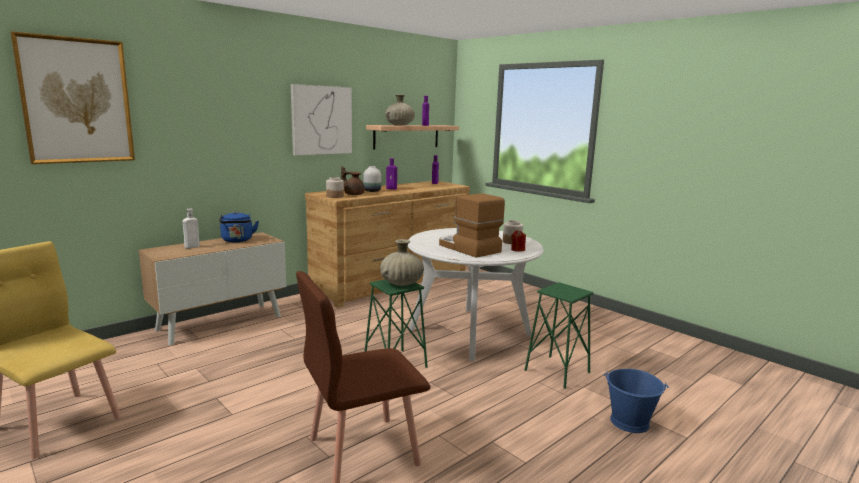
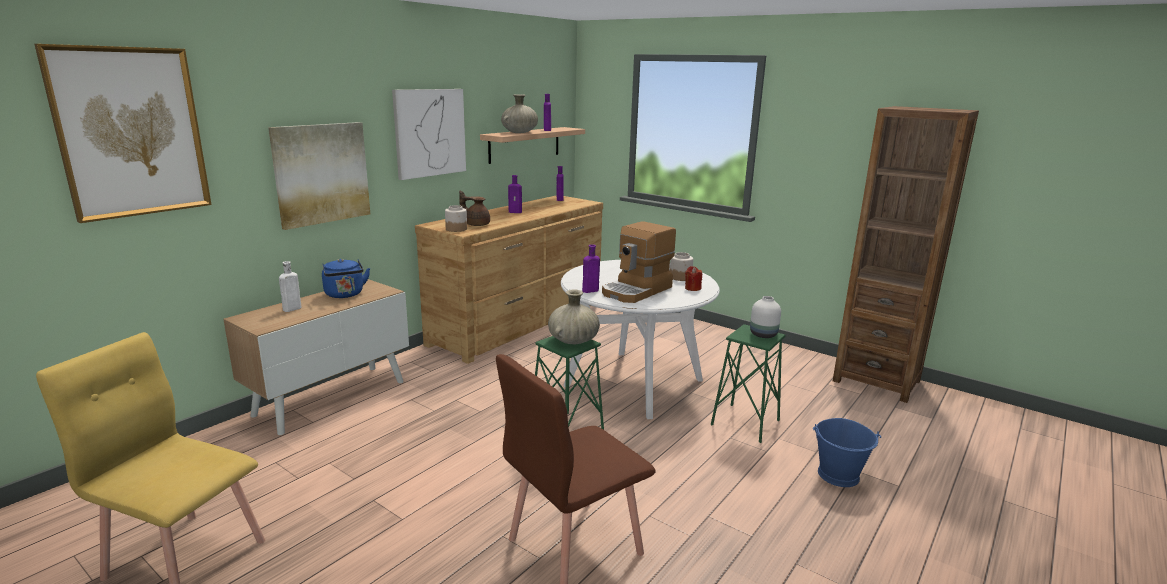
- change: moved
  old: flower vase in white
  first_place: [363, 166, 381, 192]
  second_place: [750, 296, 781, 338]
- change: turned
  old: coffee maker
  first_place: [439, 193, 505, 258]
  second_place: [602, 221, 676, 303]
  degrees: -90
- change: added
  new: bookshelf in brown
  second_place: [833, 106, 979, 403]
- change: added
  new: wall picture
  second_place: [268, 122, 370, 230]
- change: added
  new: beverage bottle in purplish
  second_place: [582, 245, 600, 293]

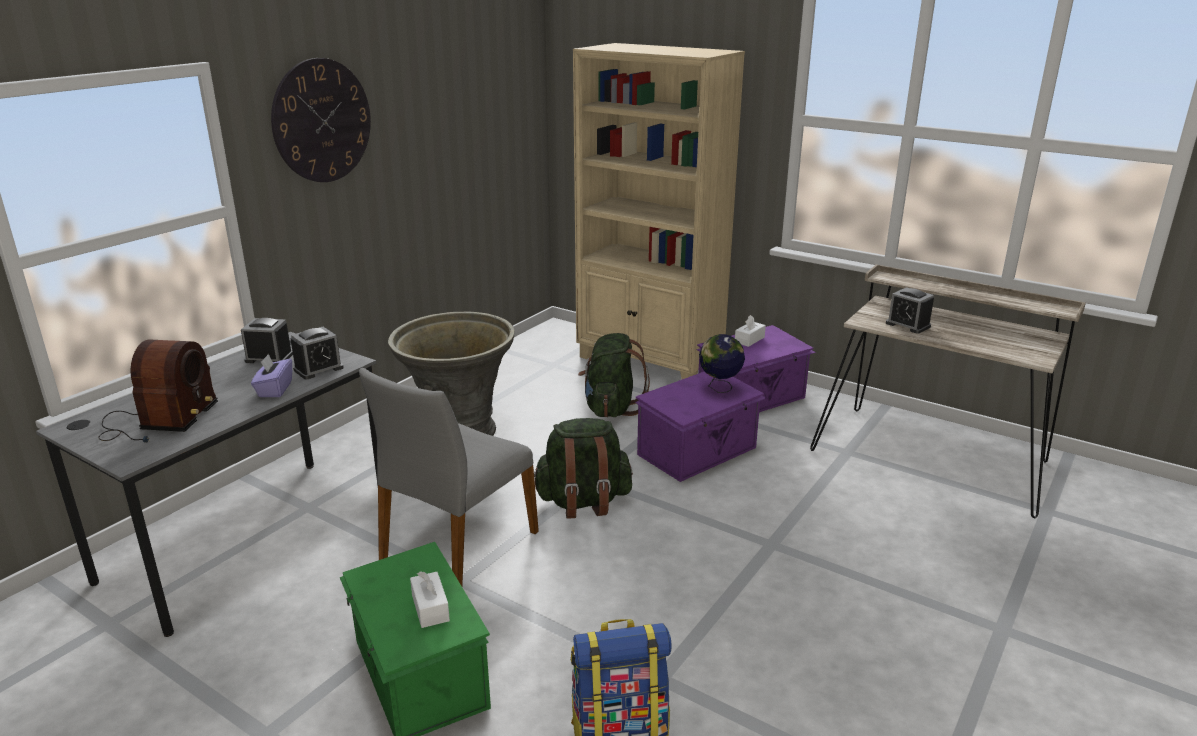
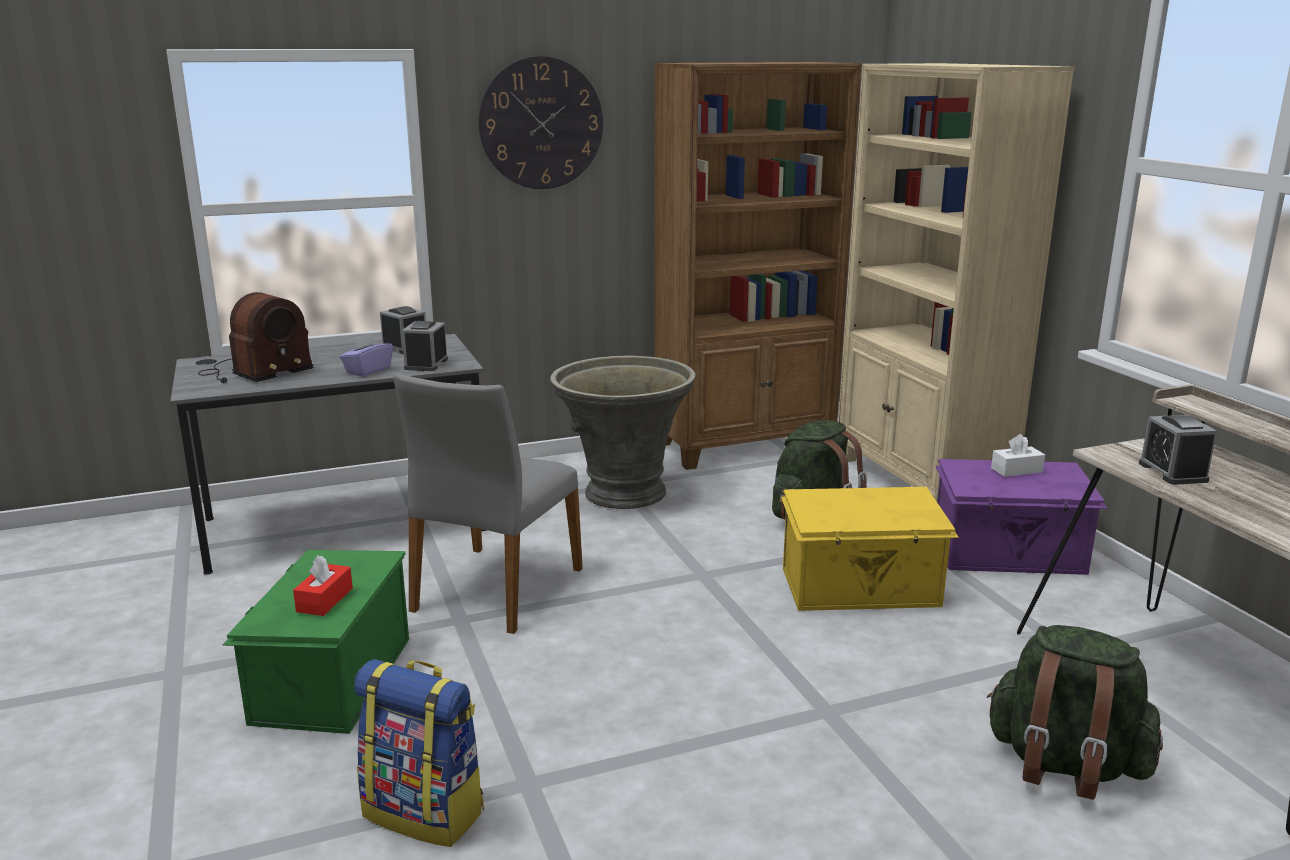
- change: turned
  old: alarm clock
  first_place: [290, 327, 344, 379]
  second_place: [402, 321, 448, 371]
  degrees: 105
- change: removed
  old: globe
  first_place: [699, 334, 745, 393]
- change: turned
  old: chair in gray
  first_place: [359, 368, 539, 586]
  second_place: [394, 372, 583, 634]
  degrees: -45
- change: recoloured
  old: storage box in purplish
  new: storage box in yellow-coloured
  first_place: [635, 371, 766, 482]
  second_place: [781, 487, 959, 611]
- change: moved
  old: backpack in greenish
  first_place: [534, 418, 633, 519]
  second_place: [987, 625, 1163, 800]
- change: recoloured
  old: tissue holder in white
  new: tissue holder in reddish
  first_place: [410, 571, 450, 628]
  second_place: [293, 555, 353, 616]
- change: added
  new: bookshelf in brown
  second_place: [654, 62, 862, 470]

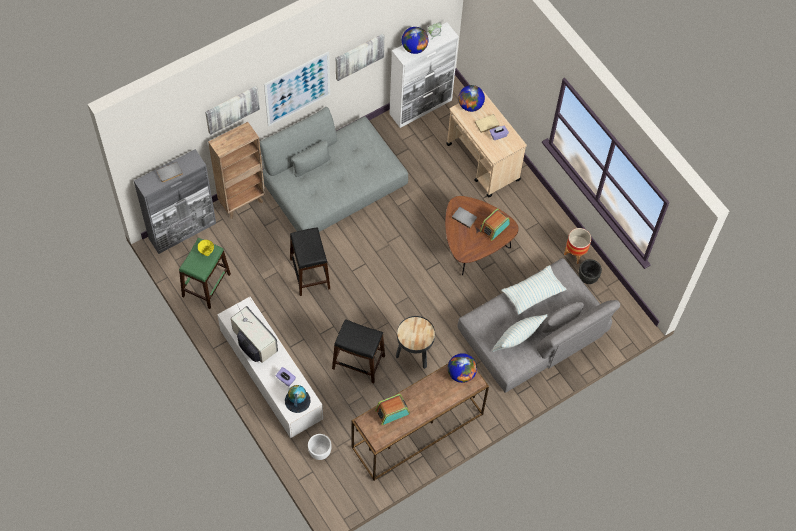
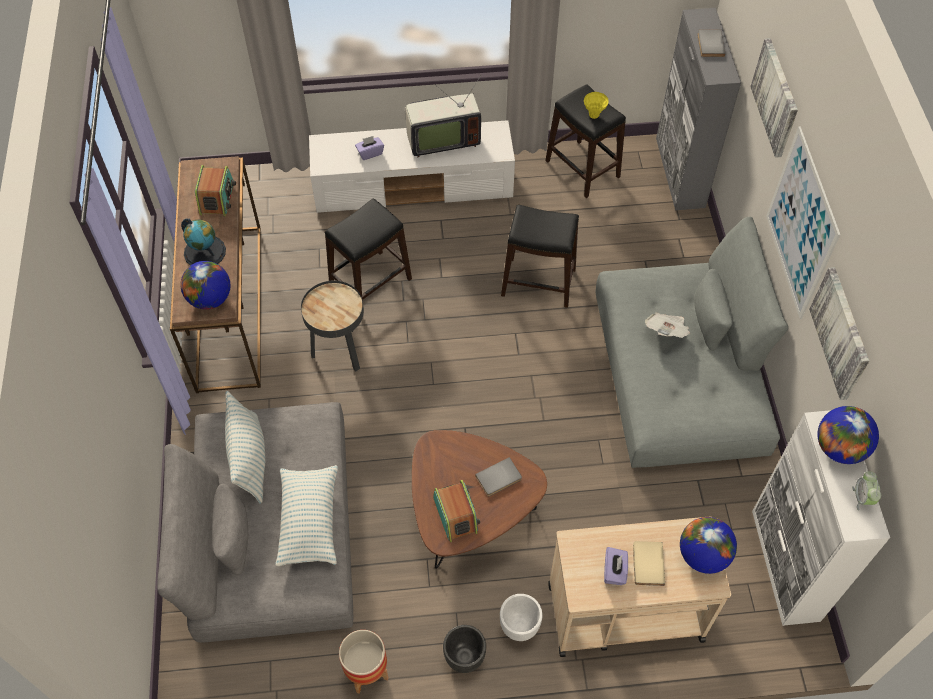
- change: removed
  old: bookshelf in brown
  first_place: [208, 122, 265, 219]
- change: recoloured
  old: sitting stool in greenish
  new: sitting stool in blackish
  first_place: [179, 238, 231, 309]
  second_place: [545, 84, 626, 198]
- change: moved
  old: plant pot in blackish
  first_place: [579, 259, 602, 284]
  second_place: [443, 625, 486, 673]
- change: moved
  old: globe
  first_place: [285, 385, 311, 413]
  second_place: [181, 218, 226, 265]
- change: moved
  old: plant pot in white
  first_place: [308, 434, 332, 460]
  second_place: [500, 594, 542, 641]
- change: added
  new: daily paper
  second_place: [645, 312, 690, 338]

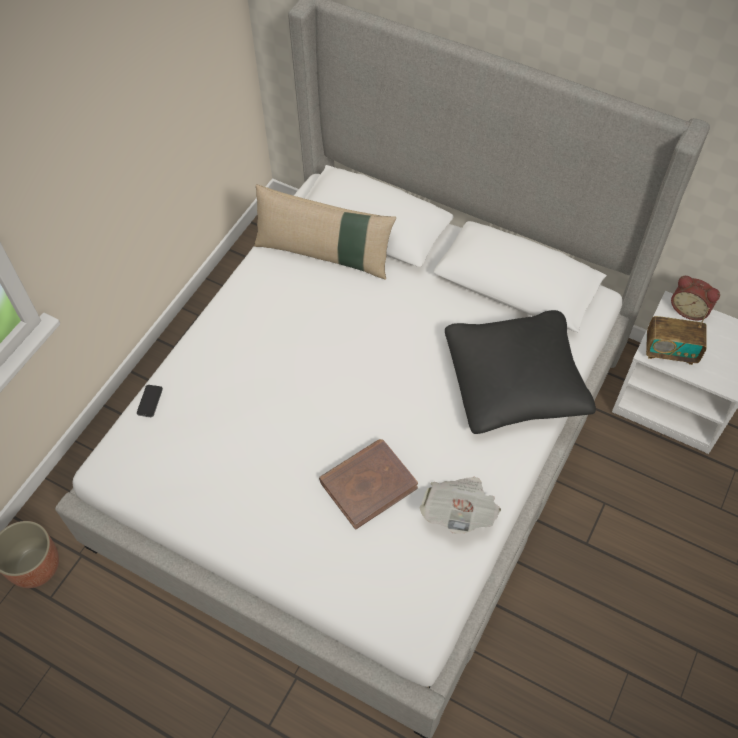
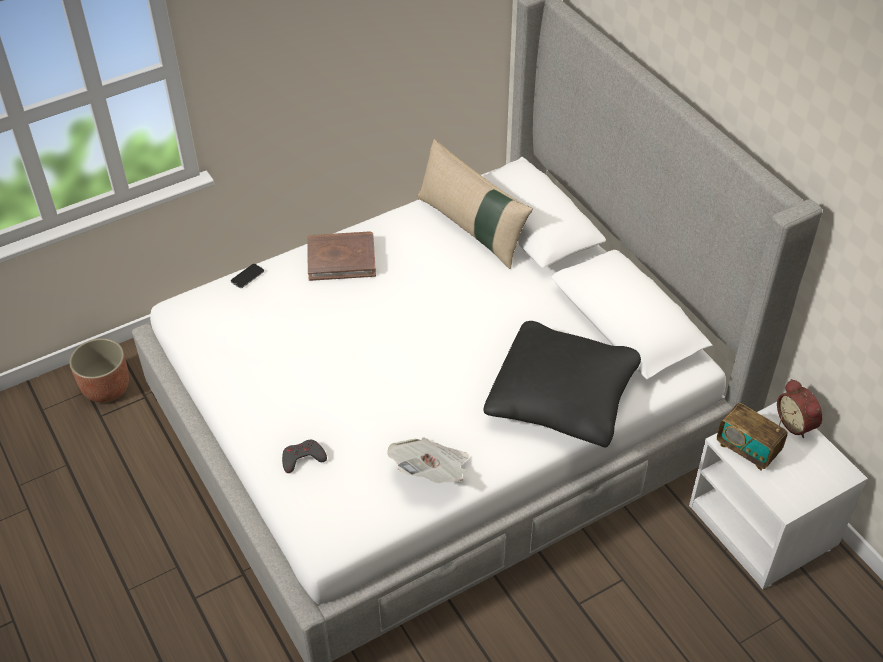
- change: moved
  old: book in brown
  first_place: [319, 439, 418, 529]
  second_place: [307, 231, 376, 281]
- change: added
  new: joypad in gray
  second_place: [282, 440, 327, 473]

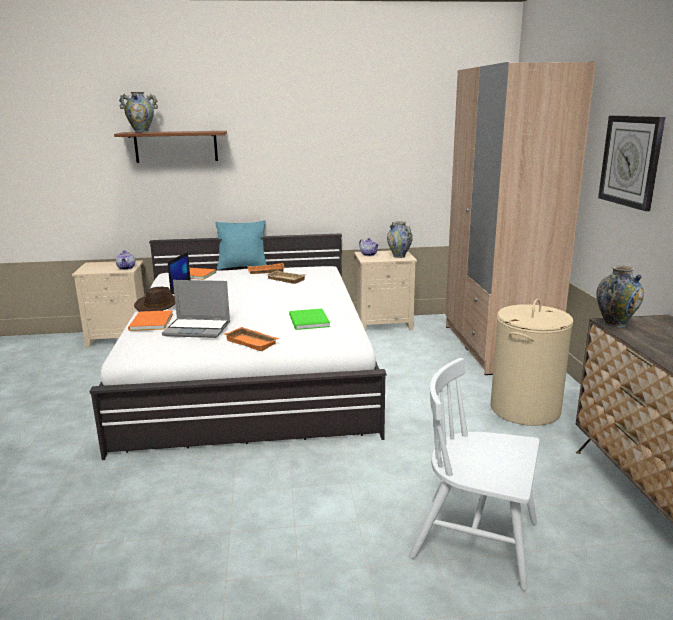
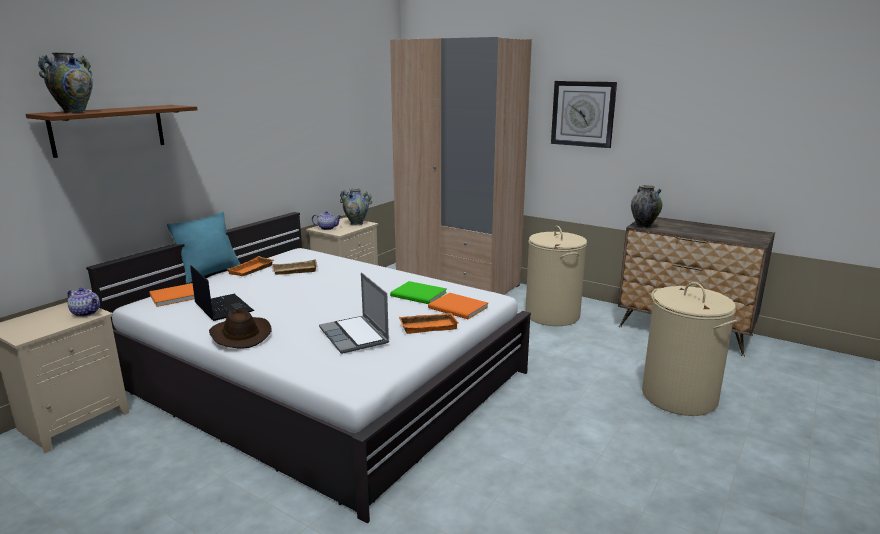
- change: turned
  old: portable computer
  first_place: [162, 280, 230, 338]
  second_place: [319, 273, 389, 354]
  degrees: 105
- change: moved
  old: book in orange
  first_place: [128, 310, 173, 331]
  second_place: [428, 293, 488, 319]
- change: replaced
  old: chair in white
  new: washing basket in sand-coloured
  first_place: [410, 358, 540, 590]
  second_place: [642, 282, 737, 416]

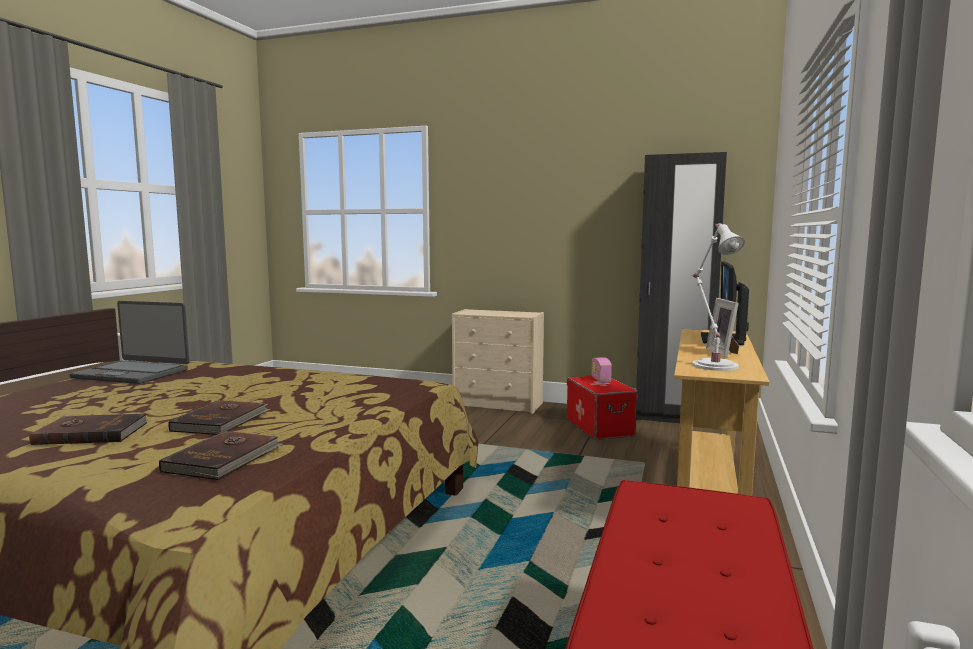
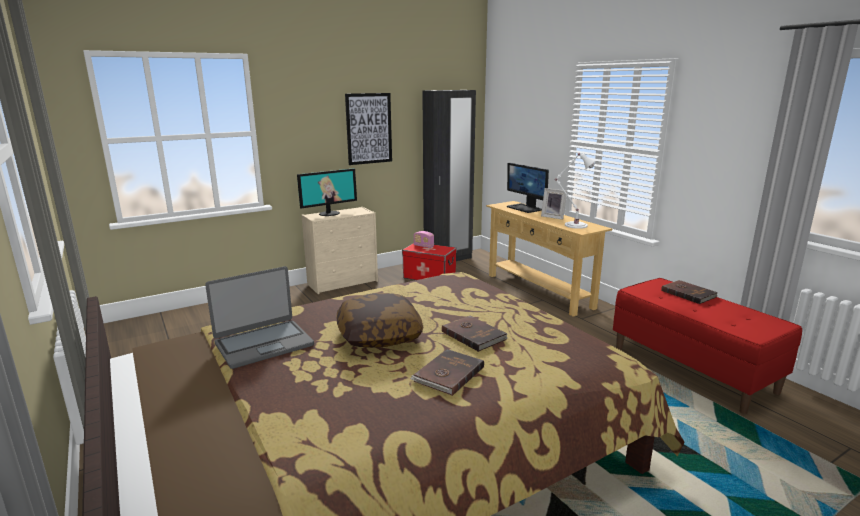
- change: moved
  old: book in brown
  first_place: [159, 431, 283, 480]
  second_place: [661, 280, 718, 304]
- change: added
  new: wall picture
  second_place: [345, 93, 392, 165]
- change: added
  new: monitor
  second_place: [297, 168, 357, 216]
- change: added
  new: cushion
  second_place: [336, 293, 423, 348]

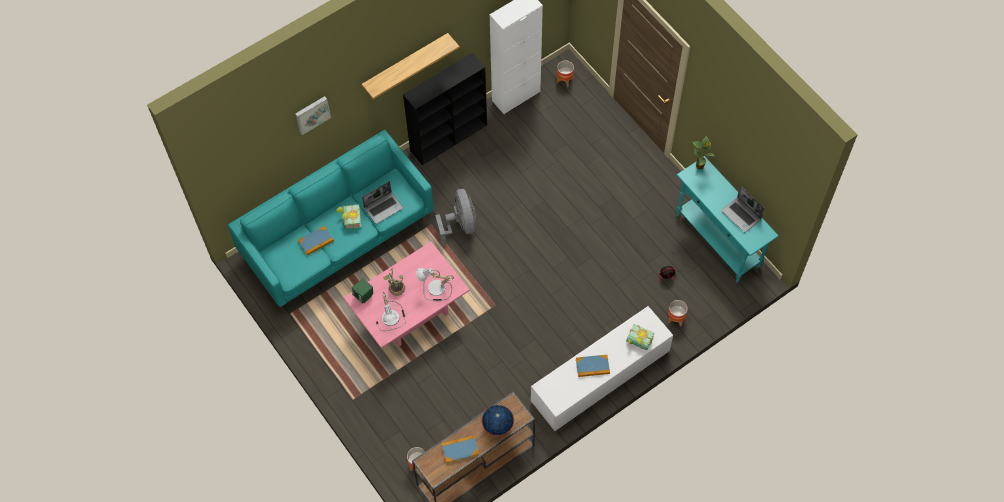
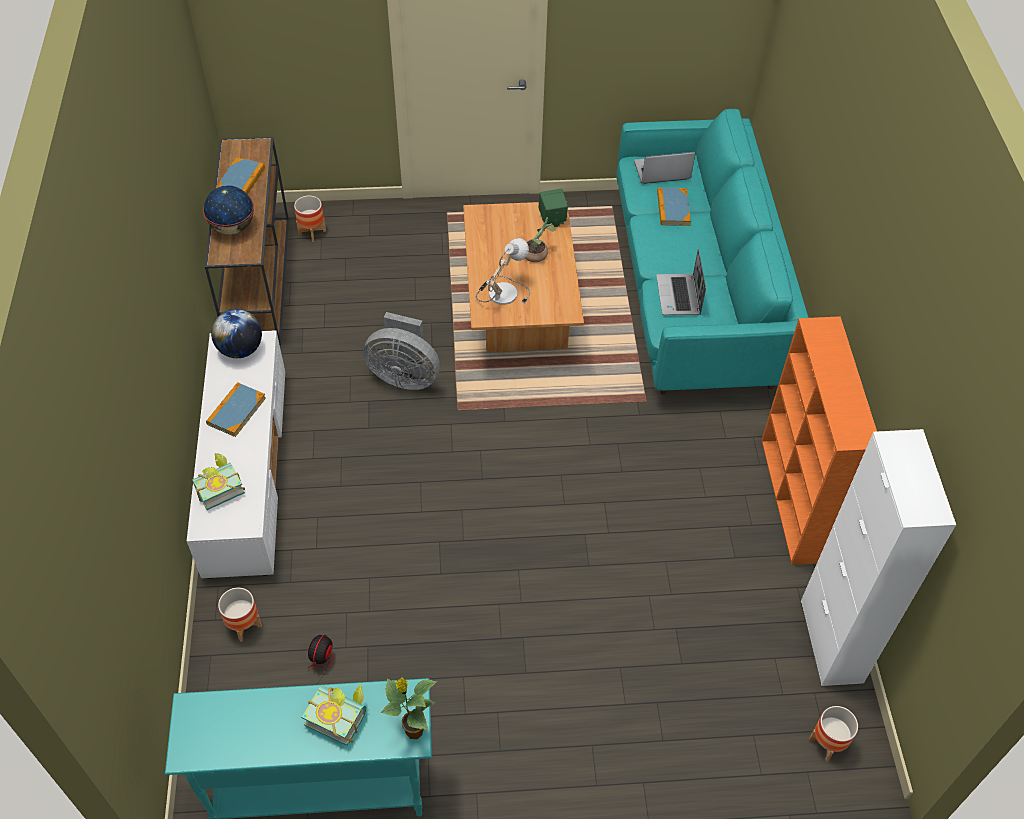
- change: removed
  old: wall shelf
  first_place: [362, 33, 460, 99]
- change: recoloured
  old: bookshelf in blackish
  new: bookshelf in orange
  first_place: [403, 53, 487, 165]
  second_place: [761, 316, 877, 565]
- change: removed
  old: wall picture
  first_place: [295, 96, 331, 135]
- change: moved
  old: portable computer
  first_place: [721, 186, 765, 232]
  second_place: [634, 152, 695, 184]
- change: moved
  old: electric fan in gray
  first_place: [435, 189, 476, 246]
  second_place: [363, 312, 440, 390]
- change: moved
  old: book
  first_place: [336, 205, 361, 230]
  second_place: [301, 684, 366, 746]
- change: recoloured
  old: lounge table in pinkish
  new: lounge table in brown
  first_place: [343, 242, 470, 348]
  second_place: [463, 201, 584, 352]
- change: removed
  old: lamp for a table
  first_place: [376, 292, 406, 331]
- change: added
  new: globe
  second_place: [211, 309, 262, 358]

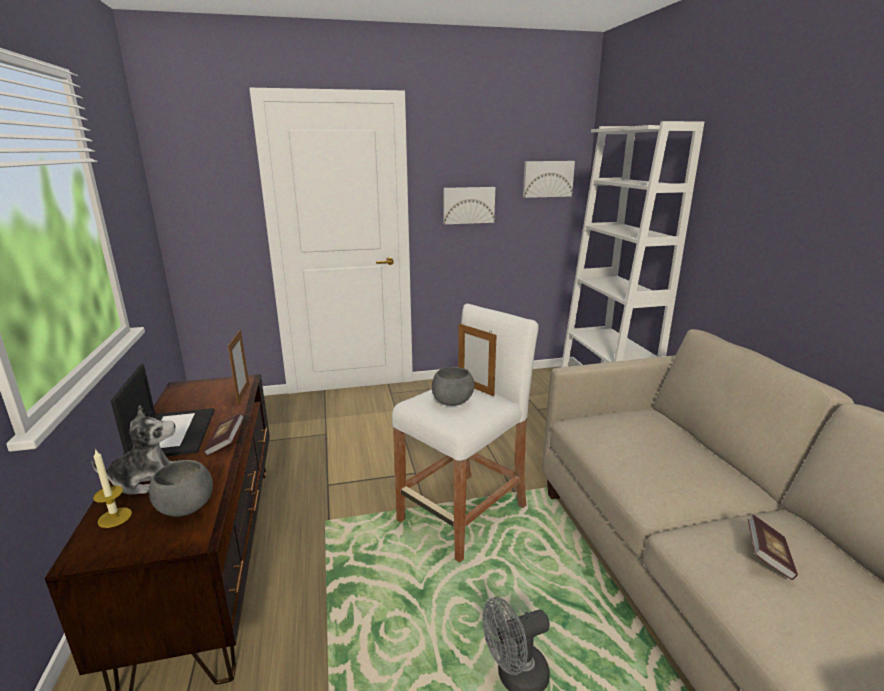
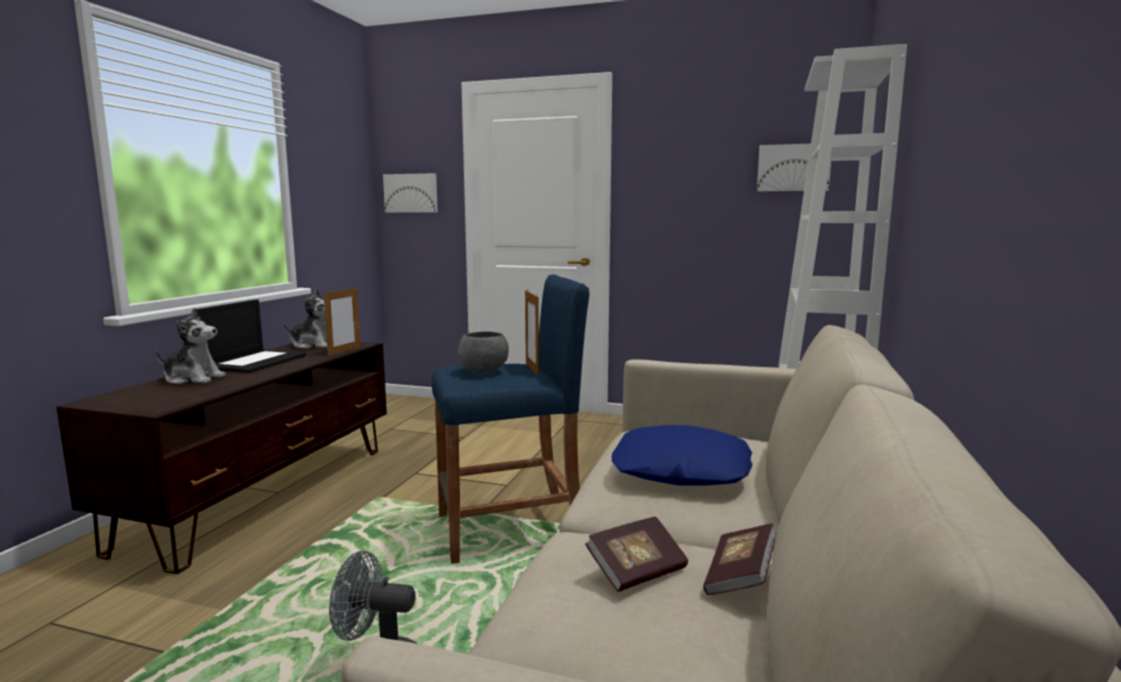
- change: moved
  old: wall picture
  first_place: [443, 187, 495, 224]
  second_place: [383, 173, 438, 213]
- change: recoloured
  old: sitting stool in white
  new: sitting stool in blue-coloured
  first_place: [392, 304, 539, 563]
  second_place: [431, 274, 590, 564]
- change: moved
  old: book
  first_place: [204, 413, 244, 455]
  second_place: [703, 523, 777, 595]
- change: removed
  old: wax light
  first_place: [93, 449, 132, 528]
- change: removed
  old: serving bowl in gray
  first_place: [149, 460, 213, 517]
- change: added
  new: cuddly toy
  second_place: [283, 289, 327, 349]
- change: added
  new: cushion in blue-coloured
  second_place: [612, 425, 753, 486]

